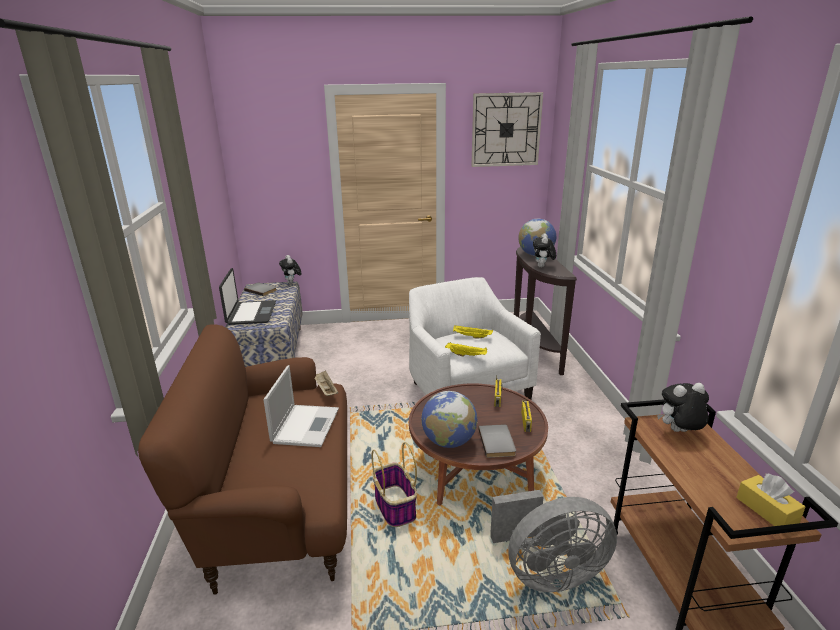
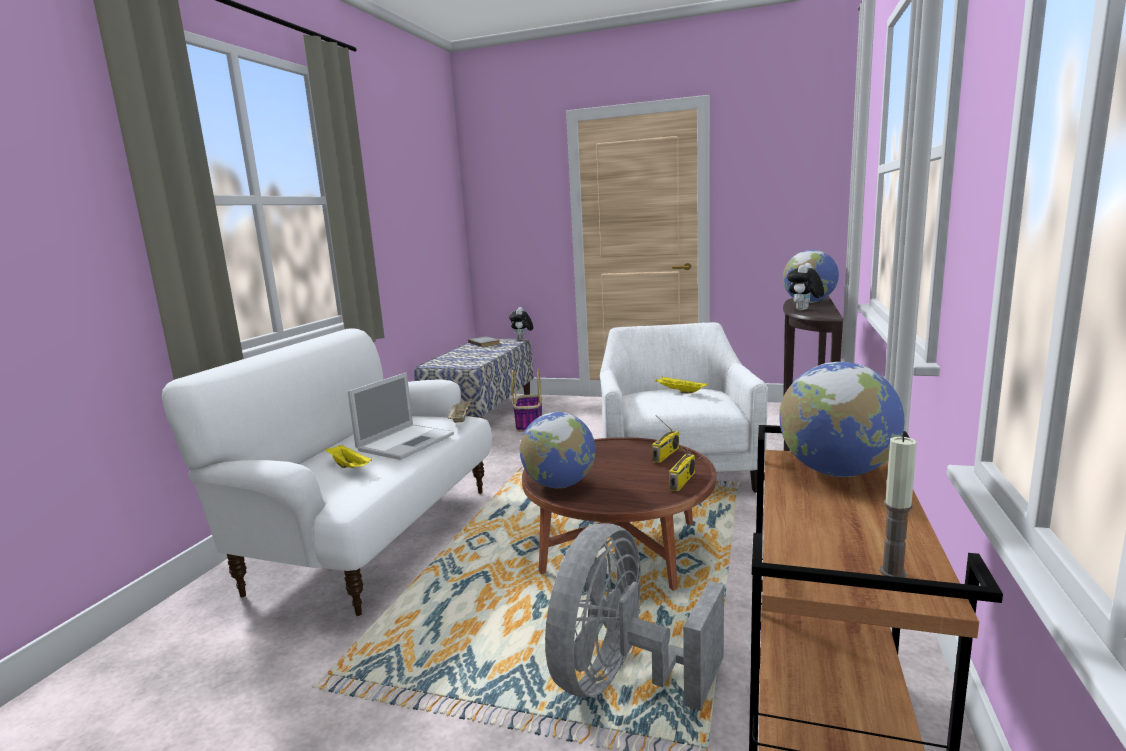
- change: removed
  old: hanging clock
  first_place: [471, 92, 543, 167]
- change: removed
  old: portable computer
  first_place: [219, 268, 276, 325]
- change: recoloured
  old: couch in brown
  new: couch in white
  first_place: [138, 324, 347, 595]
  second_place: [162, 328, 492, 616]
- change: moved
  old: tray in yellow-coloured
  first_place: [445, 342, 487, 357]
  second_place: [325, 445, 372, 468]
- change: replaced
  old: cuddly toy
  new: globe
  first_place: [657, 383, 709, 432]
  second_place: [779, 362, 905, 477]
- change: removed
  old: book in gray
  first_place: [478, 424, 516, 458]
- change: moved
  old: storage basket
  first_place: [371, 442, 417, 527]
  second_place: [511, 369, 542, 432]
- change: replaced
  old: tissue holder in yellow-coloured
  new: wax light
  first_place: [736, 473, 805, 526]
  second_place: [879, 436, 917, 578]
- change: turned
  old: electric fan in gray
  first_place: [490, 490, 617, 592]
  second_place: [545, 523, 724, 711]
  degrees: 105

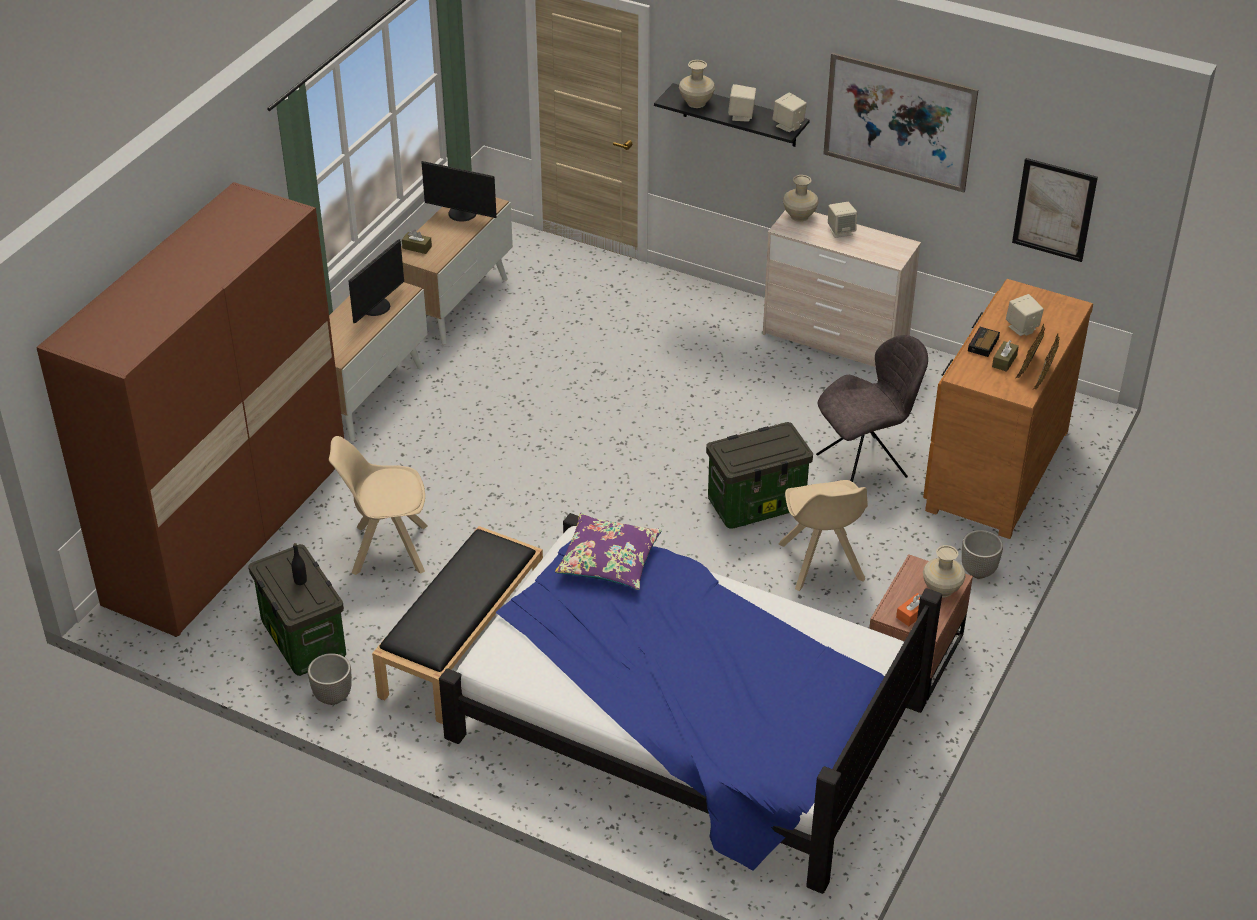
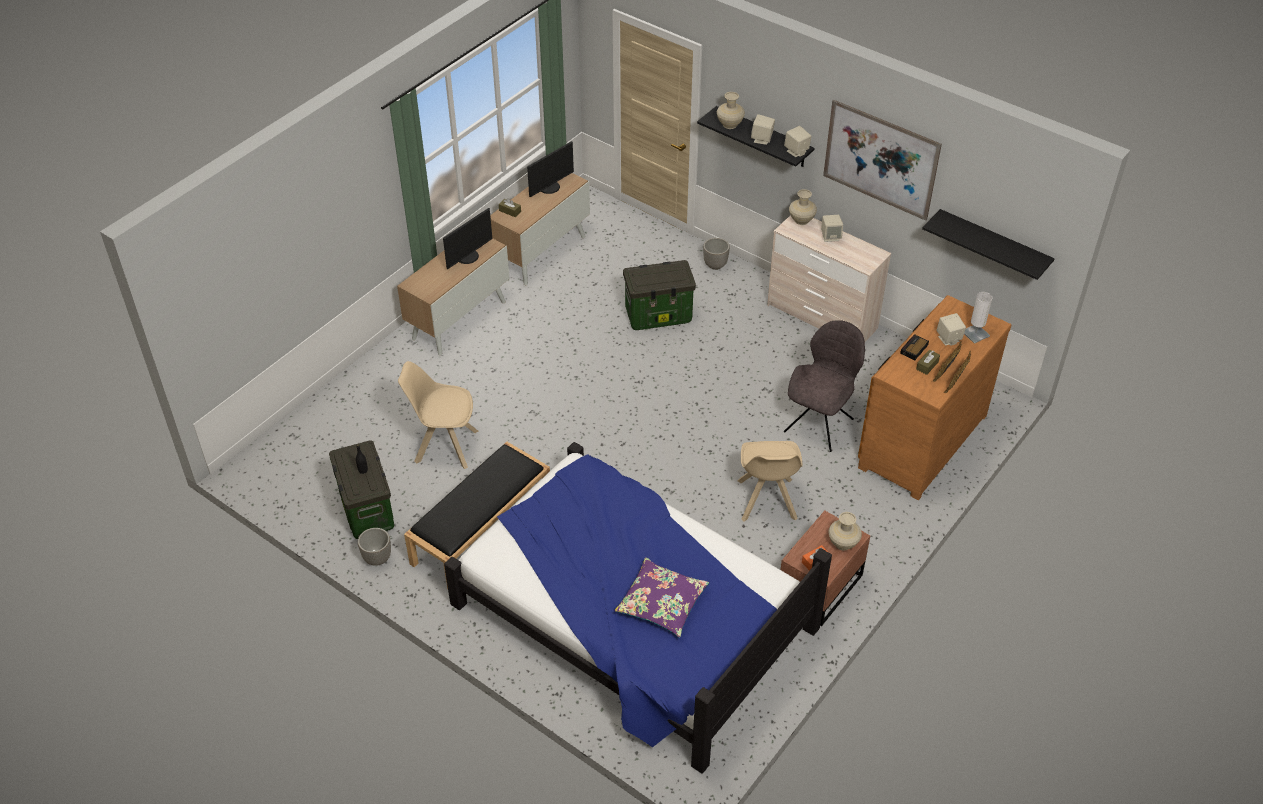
- change: replaced
  old: wall picture
  new: wall shelf in blackish
  first_place: [1012, 158, 1098, 262]
  second_place: [922, 209, 1055, 280]
- change: turned
  old: monitor
  first_place: [422, 161, 497, 222]
  second_place: [527, 141, 574, 197]
  degrees: -75
- change: removed
  old: armoire in brown
  first_place: [36, 182, 344, 637]
- change: turned
  old: chair in gray
  first_place: [816, 335, 928, 482]
  second_place: [784, 320, 865, 452]
  degrees: -45
- change: moved
  old: storage box
  first_place: [706, 422, 813, 529]
  second_place: [623, 260, 696, 330]
- change: moved
  old: cushion in purplish
  first_place: [555, 513, 662, 590]
  second_place: [615, 557, 709, 638]
- change: moved
  old: plant pot
  first_place: [962, 530, 1003, 579]
  second_place: [703, 238, 730, 270]
- change: added
  new: lamp for a table in white
  second_place: [964, 292, 992, 344]

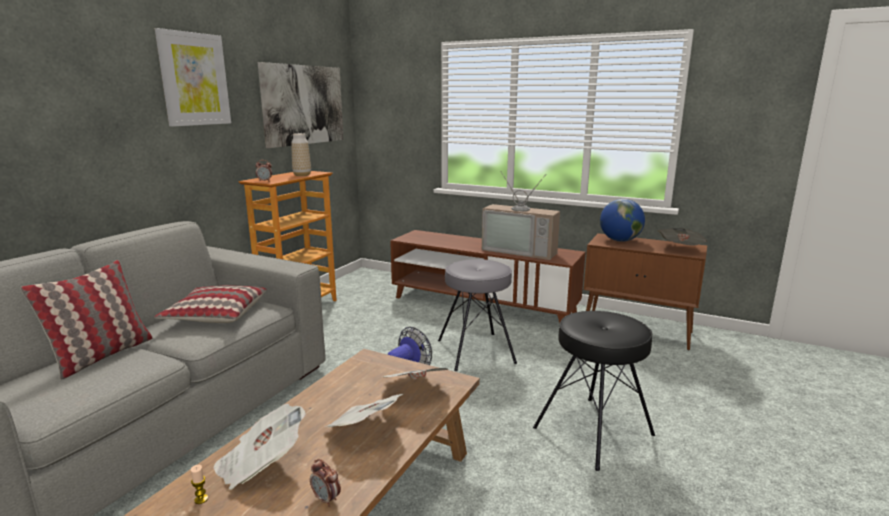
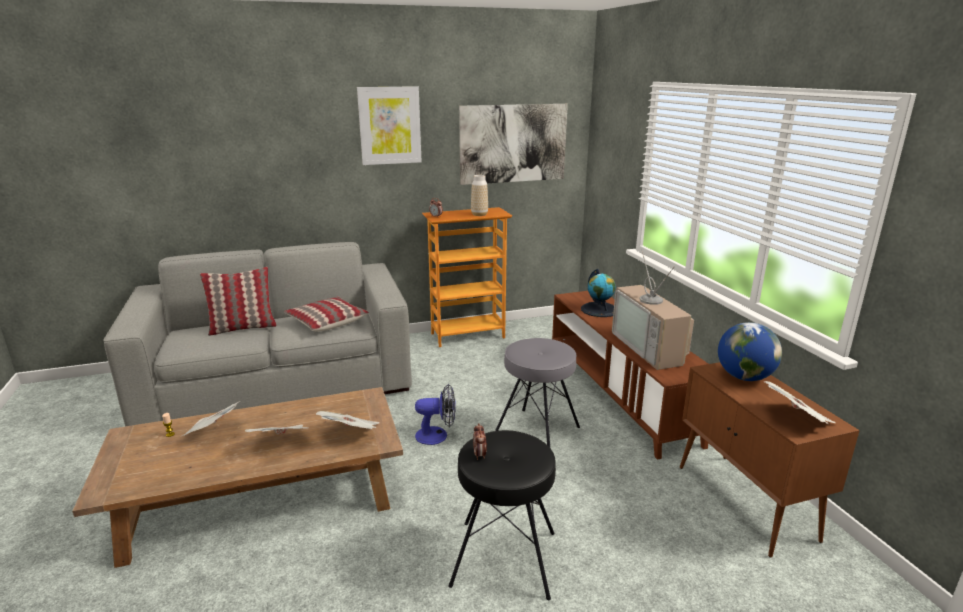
- change: moved
  old: alarm clock
  first_place: [310, 459, 341, 507]
  second_place: [473, 423, 487, 460]
- change: added
  new: globe
  second_place: [581, 269, 616, 317]

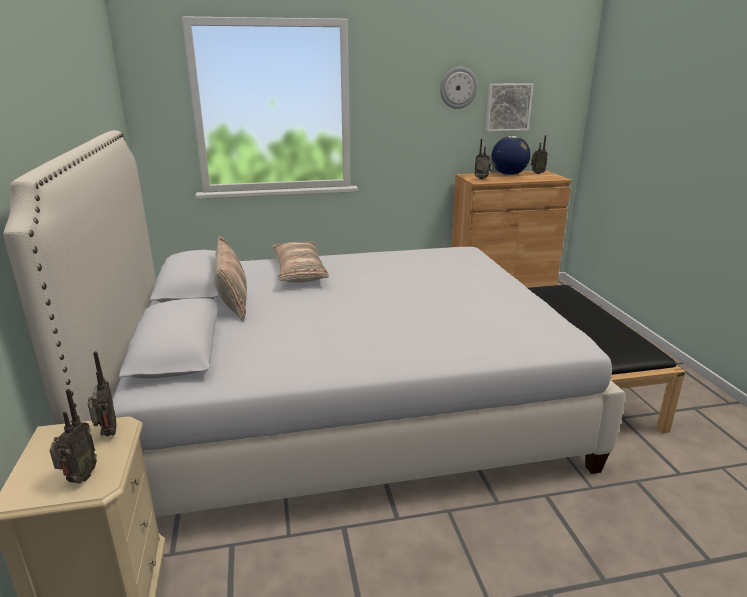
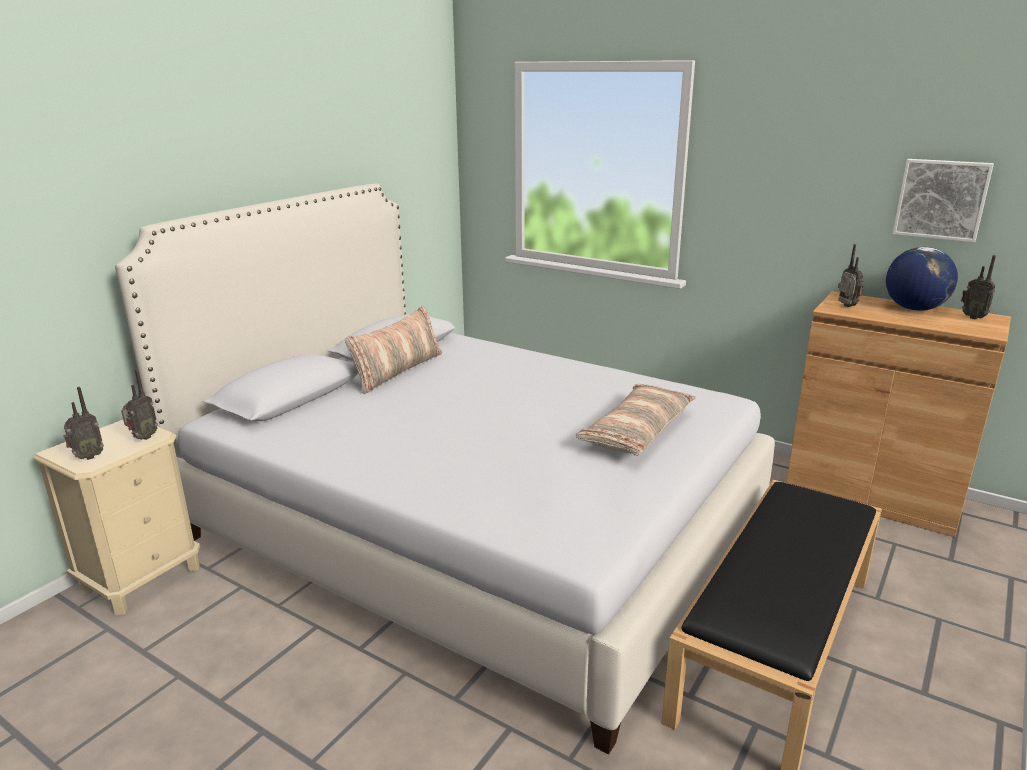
- change: removed
  old: hanging clock
  first_place: [440, 67, 478, 109]
- change: moved
  old: cushion
  first_place: [272, 242, 329, 283]
  second_place: [576, 384, 696, 456]

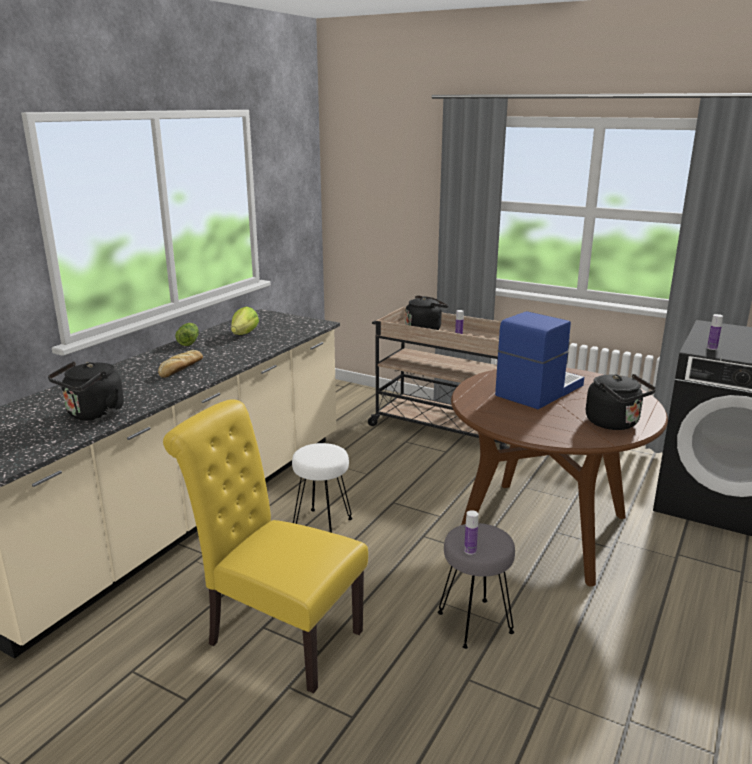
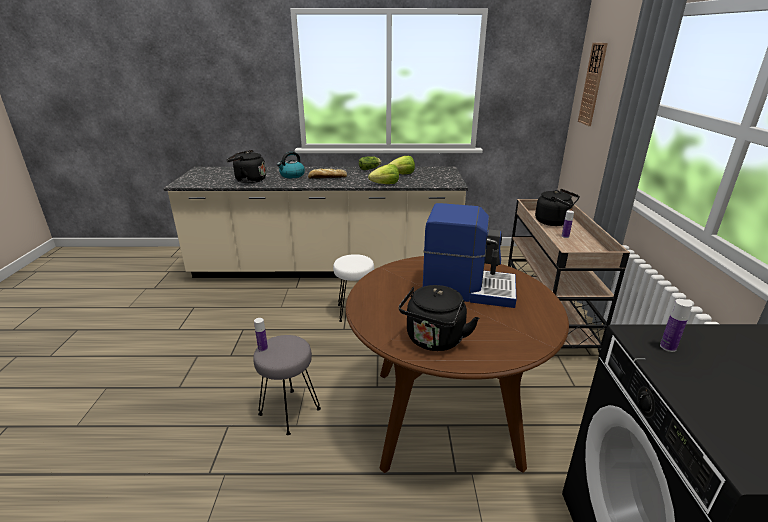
- change: removed
  old: chair in yellow-coloured
  first_place: [163, 399, 368, 693]
- change: added
  new: hanging clock
  second_place: [578, 43, 608, 126]
- change: added
  new: kettle
  second_place: [277, 152, 305, 178]
- change: added
  new: head of lettuce
  second_place: [368, 164, 399, 184]

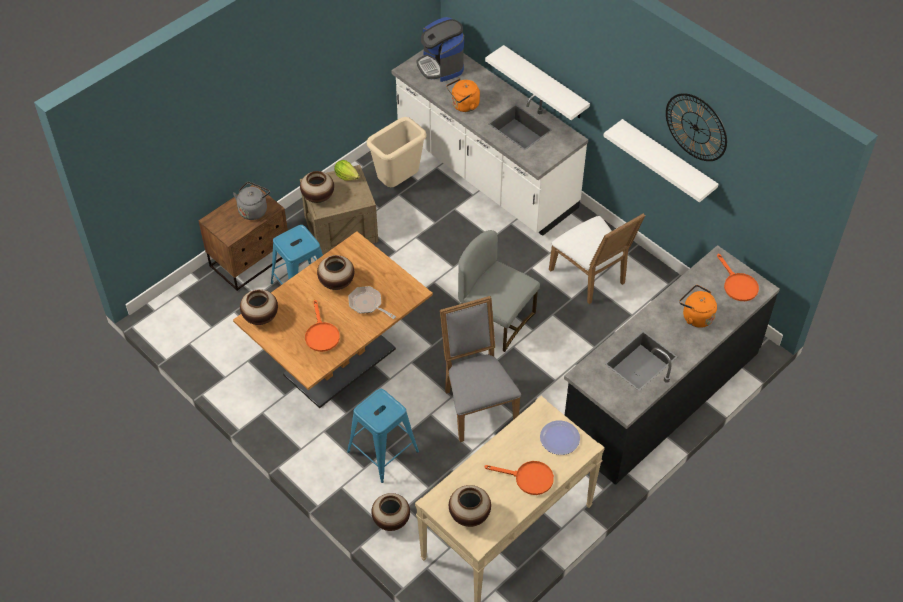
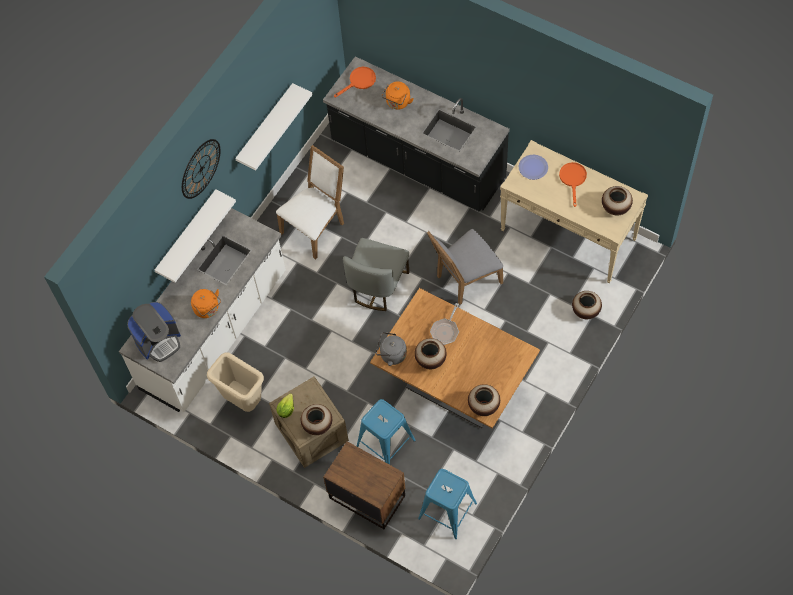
- change: moved
  old: hanging clock
  first_place: [666, 93, 727, 161]
  second_place: [182, 139, 220, 199]
- change: moved
  old: kettle in gray
  first_place: [233, 182, 270, 220]
  second_place: [376, 332, 407, 366]
- change: removed
  old: frying pan in orange
  first_place: [305, 300, 340, 352]
- change: moved
  old: sitting stool in blue-coloured
  first_place: [347, 389, 419, 483]
  second_place: [418, 469, 477, 539]

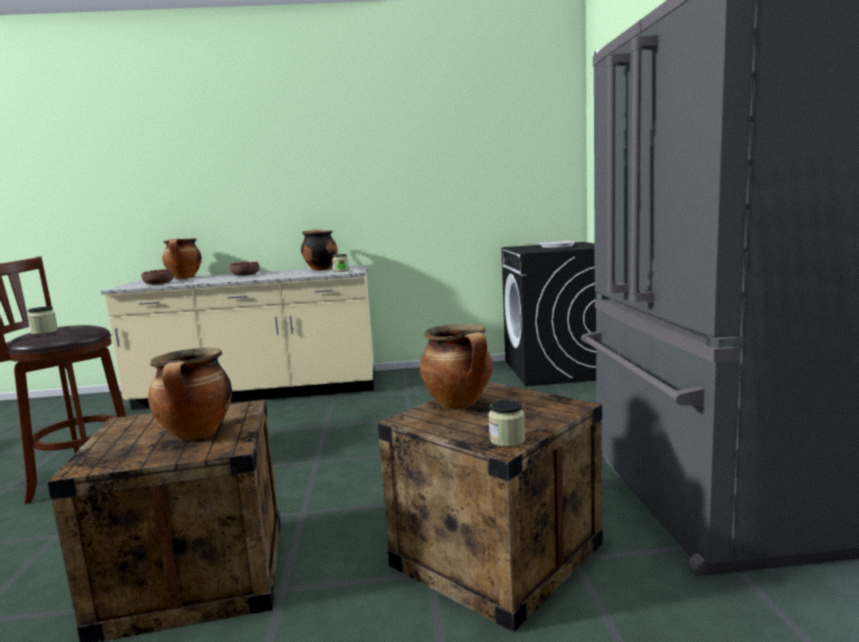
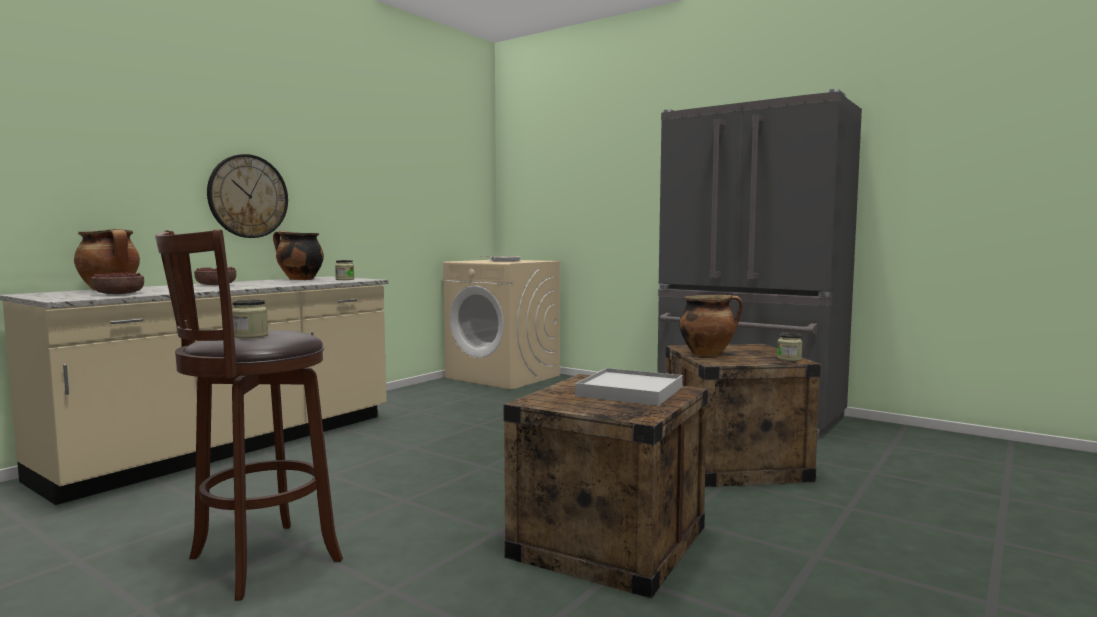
- change: recoloured
  old: laundry appliance in blackish
  new: laundry appliance in sand-coloured
  first_place: [501, 242, 597, 386]
  second_place: [443, 260, 561, 390]
- change: replaced
  old: stockpot
  new: tray in white
  first_place: [148, 348, 232, 440]
  second_place: [575, 368, 683, 406]
- change: added
  new: hanging clock
  second_place: [207, 154, 288, 238]

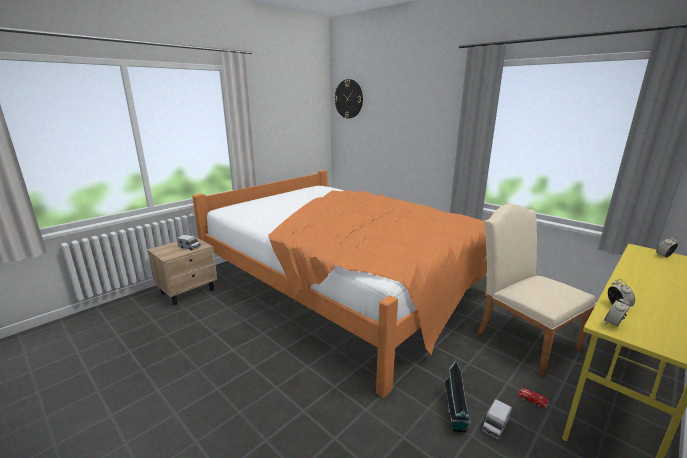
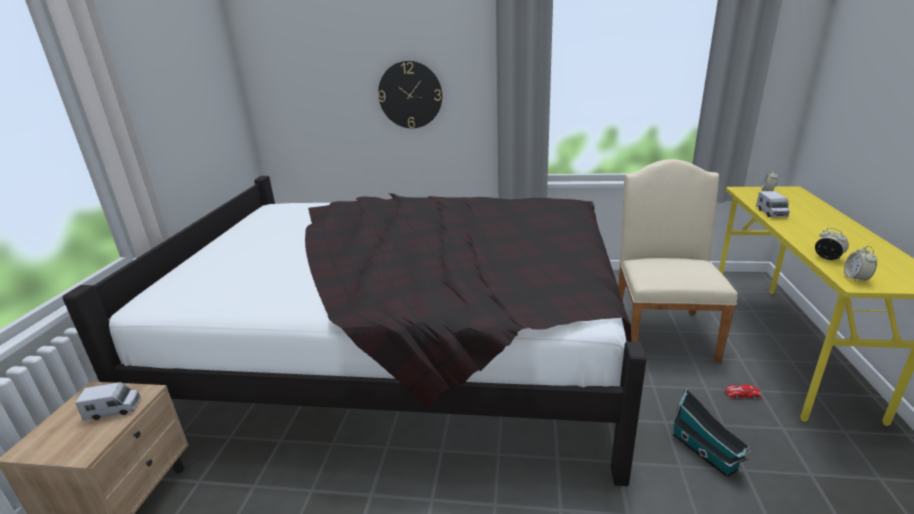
- change: moved
  old: hanging clock
  first_place: [334, 79, 363, 119]
  second_place: [378, 61, 442, 128]
- change: recoloured
  old: bed in orange
  new: bed in blackish
  first_place: [192, 170, 487, 398]
  second_place: [63, 176, 647, 486]
- change: turned
  old: chair in sand-coloured
  first_place: [477, 204, 596, 376]
  second_place: [618, 159, 738, 363]
  degrees: 75
- change: moved
  old: toy truck
  first_place: [482, 399, 512, 440]
  second_place: [756, 191, 790, 217]

